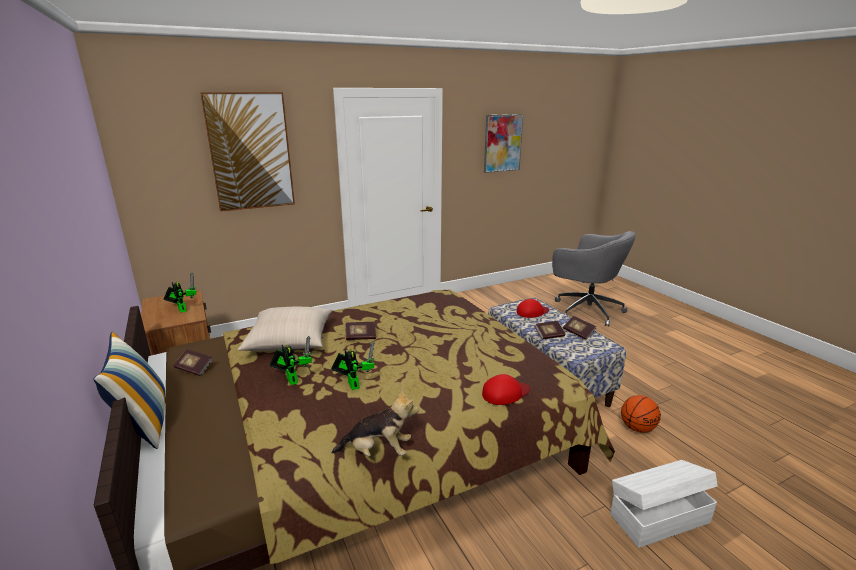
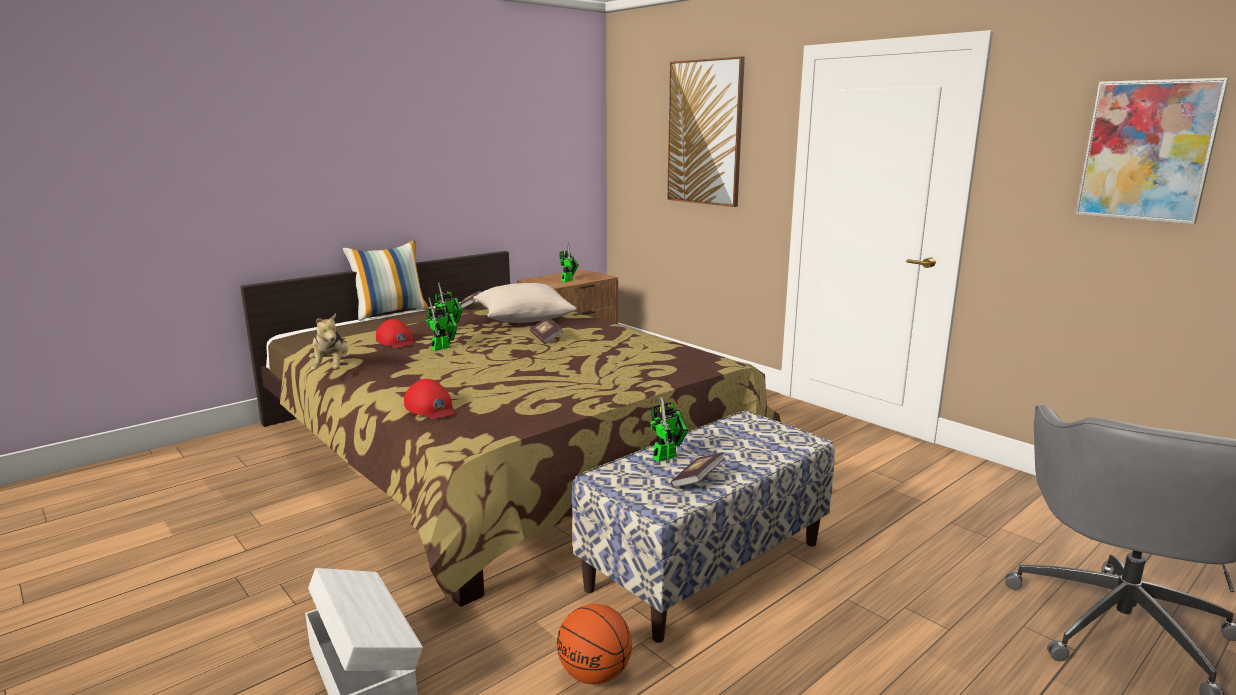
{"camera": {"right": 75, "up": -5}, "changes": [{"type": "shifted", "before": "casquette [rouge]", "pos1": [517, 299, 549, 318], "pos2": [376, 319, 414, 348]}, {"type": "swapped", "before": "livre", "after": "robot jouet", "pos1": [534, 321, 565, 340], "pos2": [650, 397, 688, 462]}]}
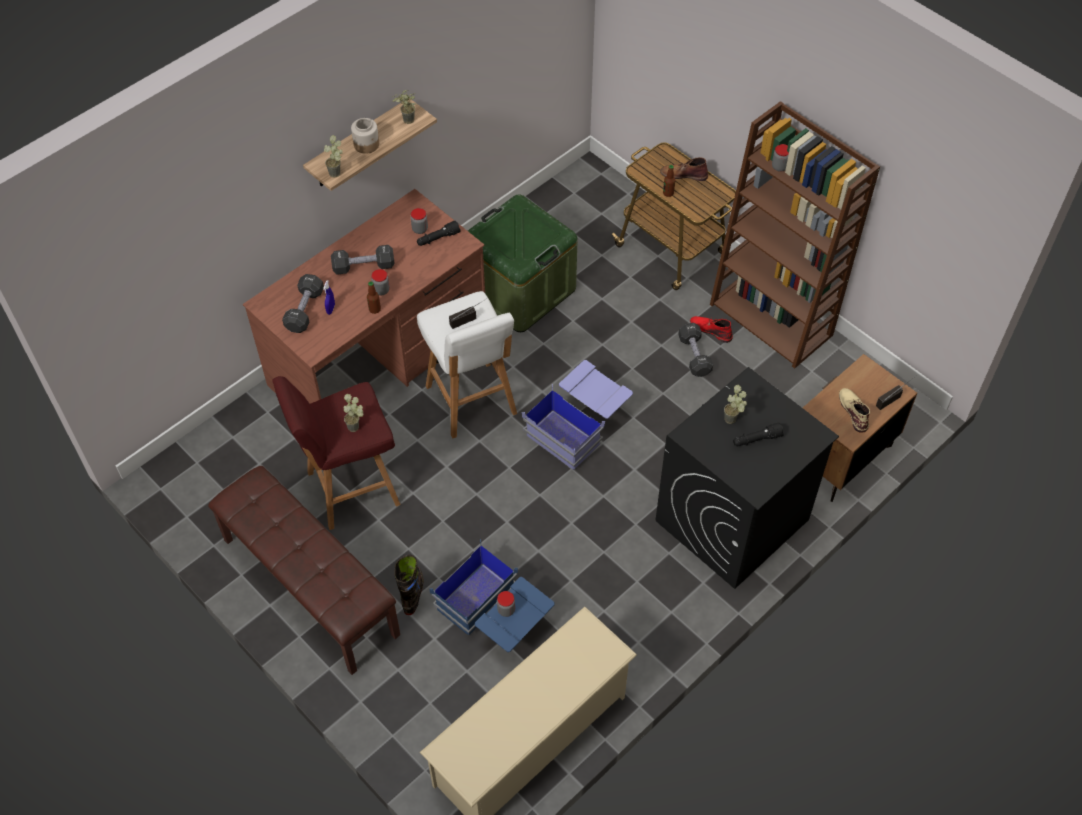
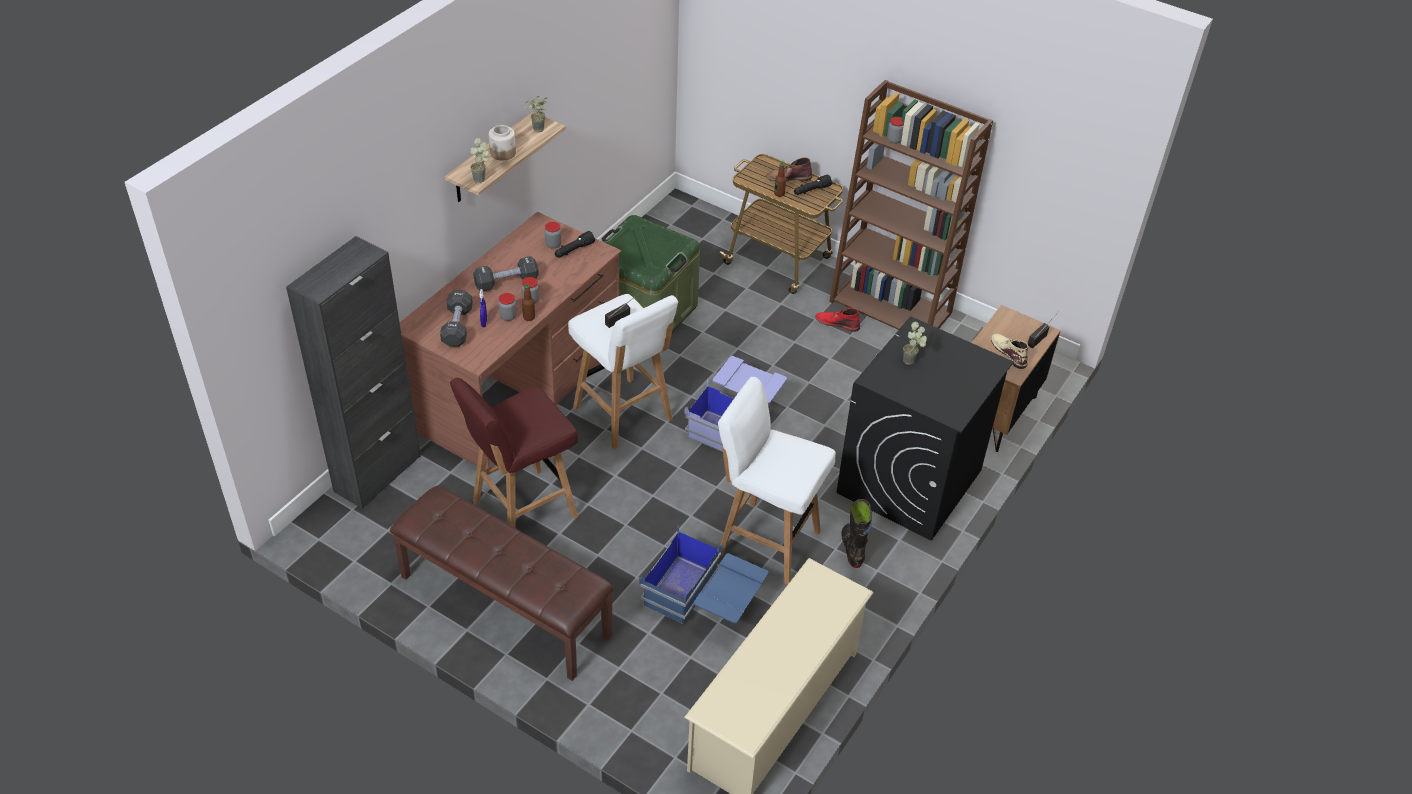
{"camera": {"right": -15, "up": -10}, "changes": [{"type": "gone", "before": "plante en pot", "pos1": [344, 394, 364, 432]}, {"type": "shifted", "before": "botte [noir]", "pos1": [394, 555, 424, 615], "pos2": [841, 499, 872, 568]}, {"type": "shifted", "before": "bocal", "pos1": [497, 591, 515, 617], "pos2": [498, 293, 517, 321]}, {"type": "gone", "before": "haltère [noir]", "pos1": [678, 323, 713, 377]}, {"type": "shifted", "before": "lampe de poche [noir]", "pos1": [733, 422, 784, 446], "pos2": [794, 175, 832, 195]}, {"type": "new", "after": "meuble de rangement [noir]", "pos2": [286, 236, 421, 509]}, {"type": "new", "after": "tabouret [blanc]", "pos2": [718, 377, 836, 585]}]}
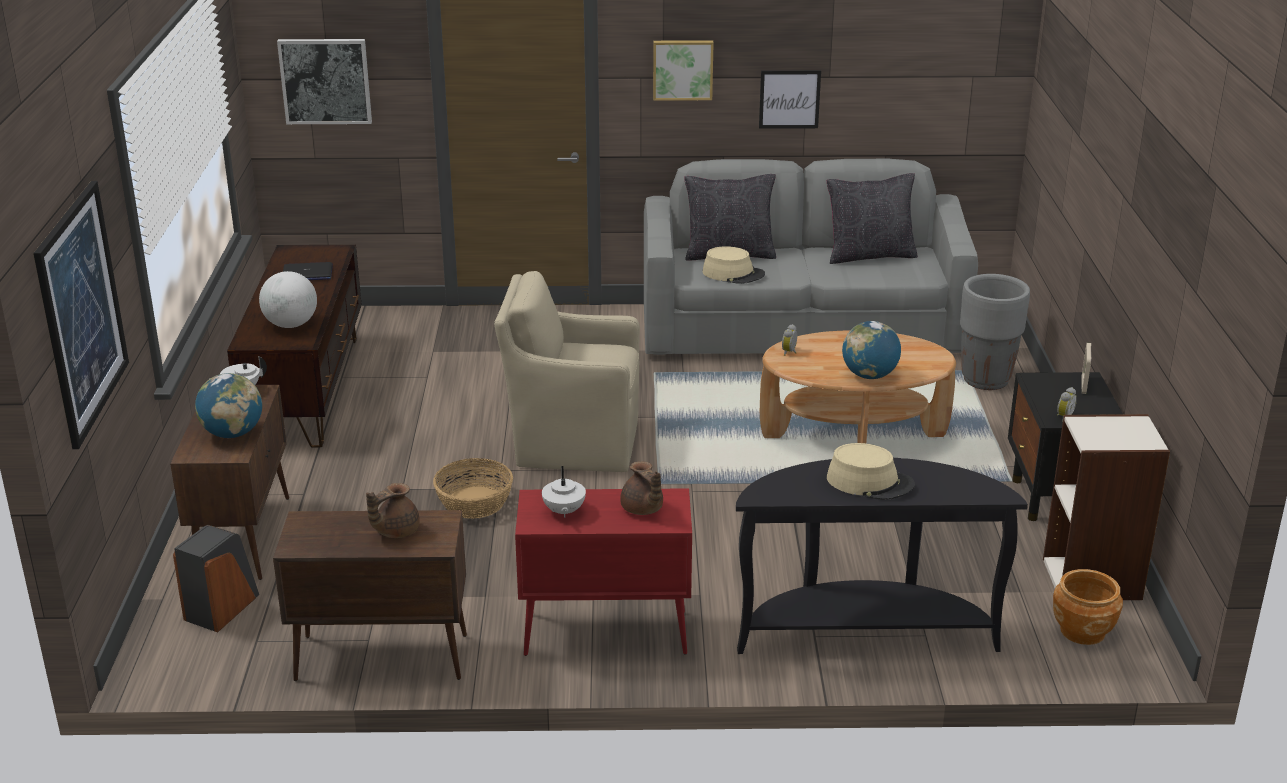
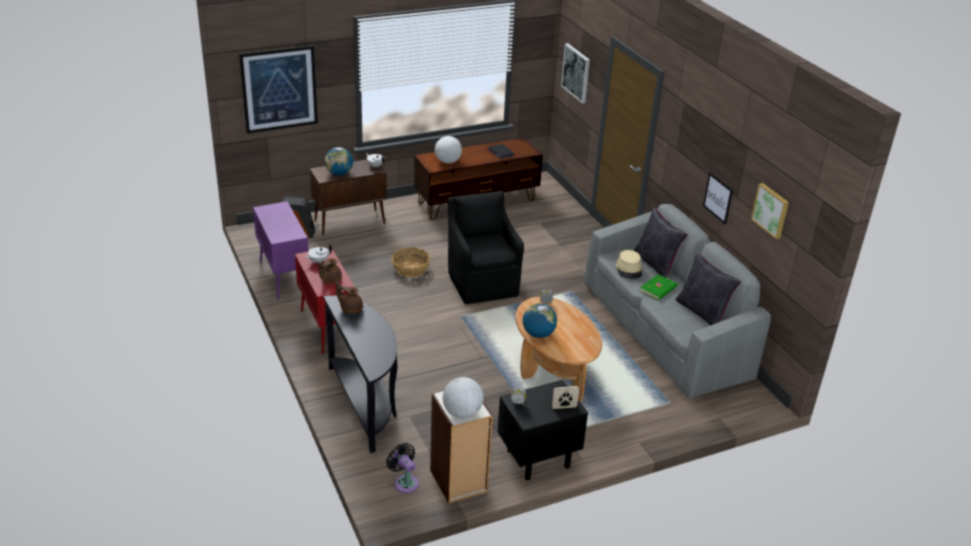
{"camera": {"right": 65, "up": 5}, "changes": [{"type": "repainted", "before": "meuble de rangement [marron]", "after": "meuble de rangement [violet]", "pos1": [273, 510, 467, 681], "pos2": [253, 201, 309, 299]}, {"type": "shifted", "before": "théière [marron]", "pos1": [366, 483, 420, 538], "pos2": [336, 281, 363, 314]}, {"type": "repainted", "before": "fauteuil [beige]", "after": "fauteuil [noir]", "pos1": [494, 271, 640, 472], "pos2": [447, 191, 524, 304]}, {"type": "shifted", "before": "tableau", "pos1": [653, 40, 714, 101], "pos2": [751, 183, 789, 239]}, {"type": "gone", "before": "chapeau [beige]", "pos1": [827, 443, 915, 500]}, {"type": "gone", "before": "cache-pot [gris]", "pos1": [960, 274, 1030, 390]}, {"type": "swapped", "before": "cache-pot [marron]", "after": "ventilateur [noir]", "pos1": [1053, 569, 1123, 645], "pos2": [386, 443, 419, 493]}, {"type": "new", "after": "globe", "pos2": [443, 377, 484, 418]}, {"type": "new", "after": "livre [vert]", "pos2": [640, 274, 678, 300]}]}
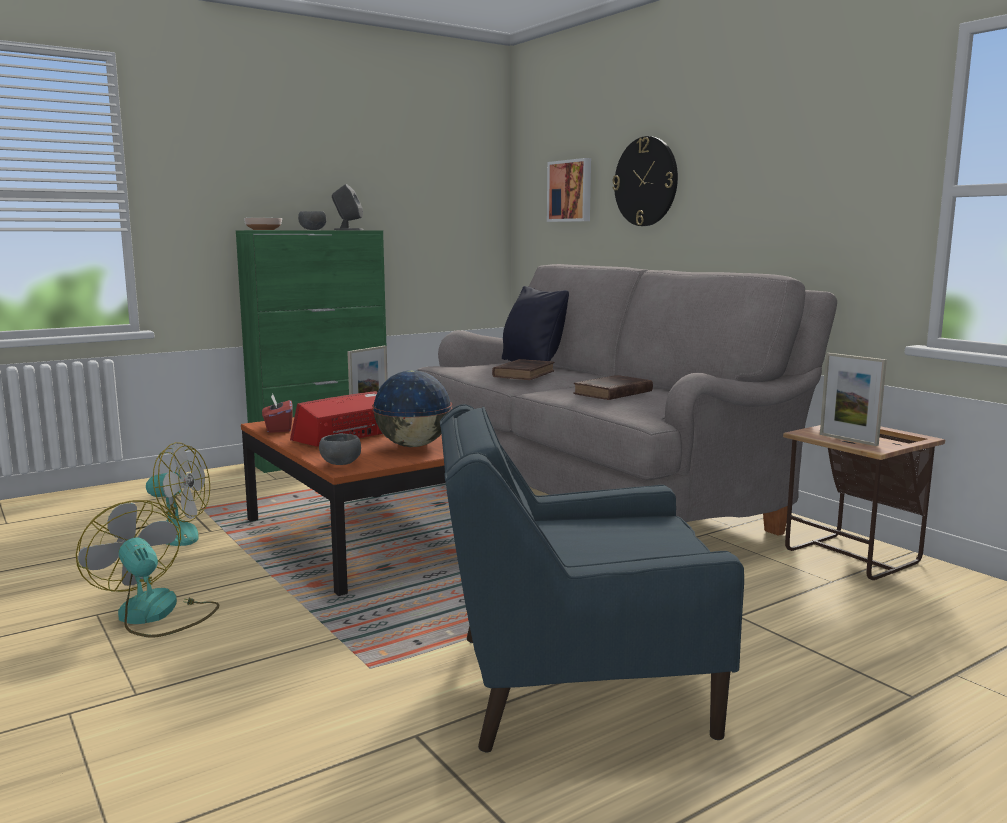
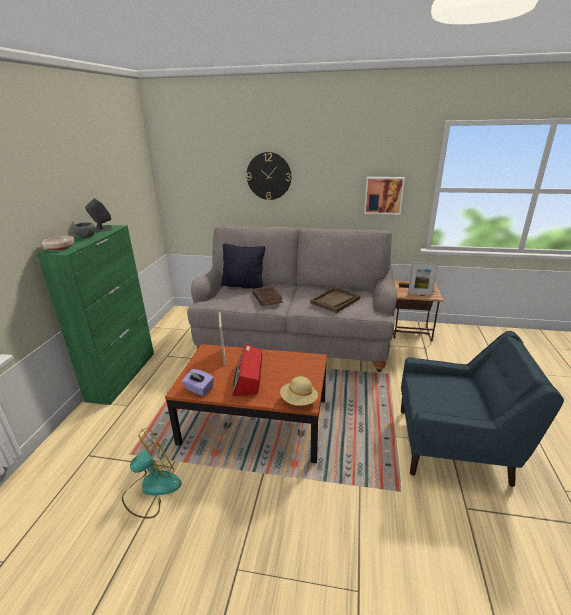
{"camera": {"right": -45, "up": 15}, "changes": [{"type": "gone", "before": "ventilateur", "pos1": [76, 500, 219, 638]}, {"type": "repainted", "before": "boîte à mouchoirs [rouge]", "after": "boîte à mouchoirs [violet]", "pos1": [262, 394, 293, 433], "pos2": [182, 369, 214, 396]}, {"type": "swapped", "before": "bol [gris]", "after": "chapeau [beige]", "pos1": [319, 434, 361, 465], "pos2": [280, 376, 318, 406]}, {"type": "gone", "before": "globe", "pos1": [372, 370, 452, 447]}, {"type": "rotated", "before": "fauteuil [bleu]", "pos1": [440, 404, 744, 752], "pos2": [401, 331, 564, 487], "turn": -120}, {"type": "shifted", "before": "tableau", "pos1": [547, 158, 591, 222], "pos2": [364, 177, 405, 215]}, {"type": "swapped", "before": "livre [marron]", "after": "plateau [marron]", "pos1": [573, 375, 653, 400], "pos2": [310, 287, 360, 313]}]}
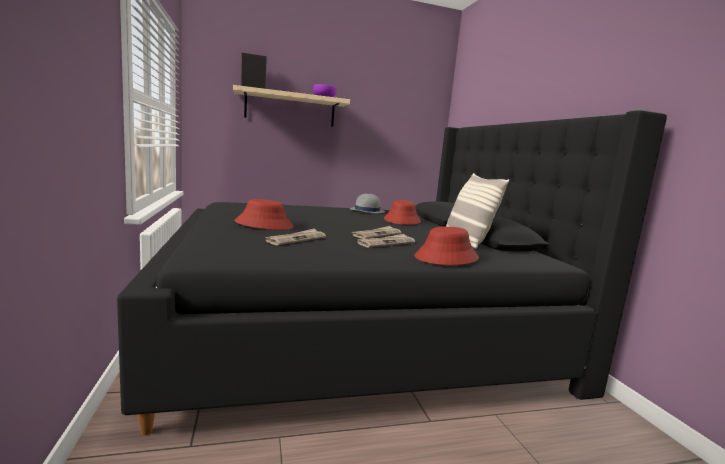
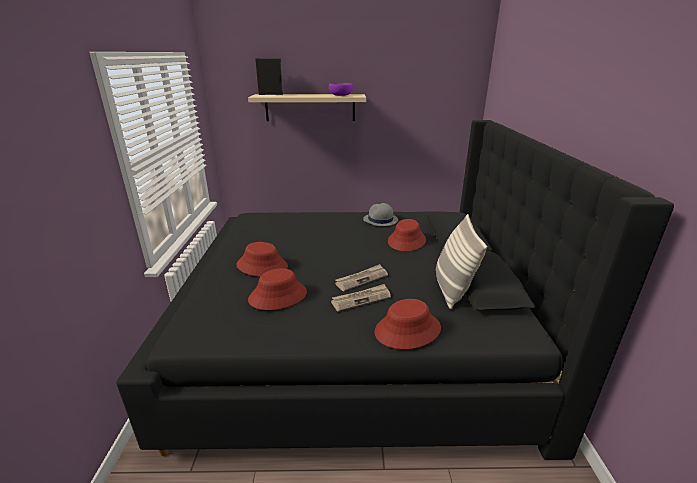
{"camera": {"right": 15, "up": 15}, "changes": [{"type": "swapped", "before": "journal", "after": "chapeau [rouge]", "pos1": [265, 228, 326, 245], "pos2": [248, 269, 307, 310]}]}
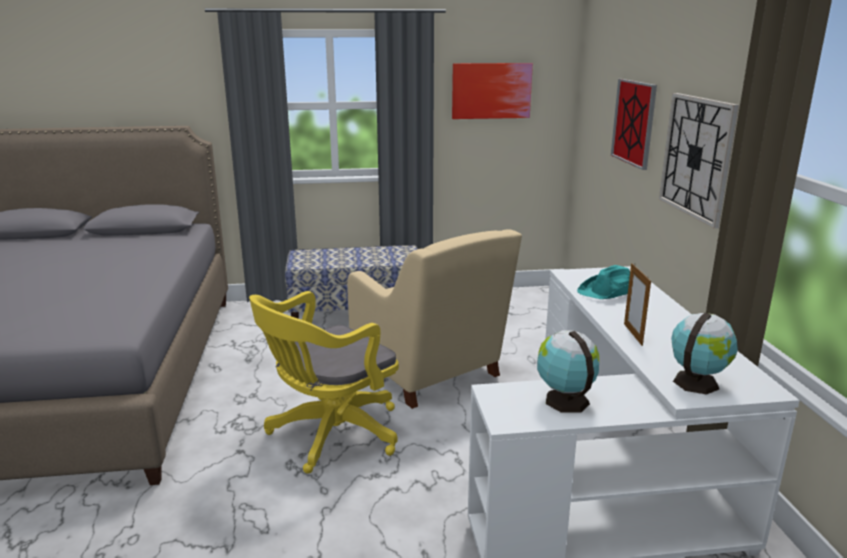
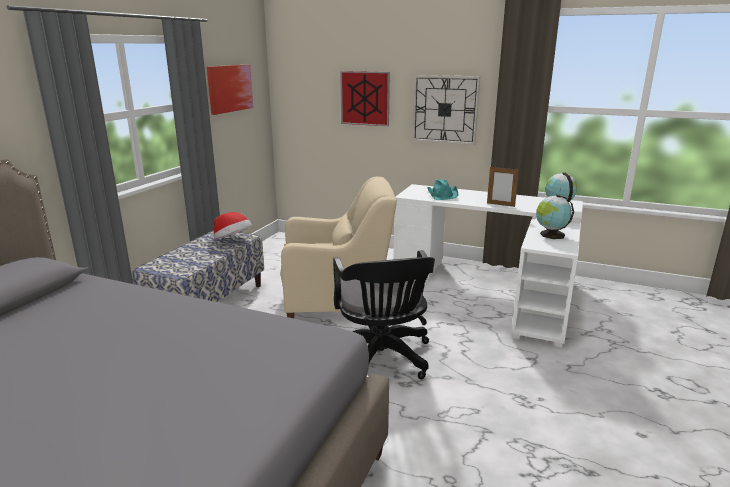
{"camera": {"right": -60, "up": 0}, "changes": [{"type": "repainted", "before": "chaise de bureau [jaune]", "after": "chaise de bureau [noir]", "pos1": [249, 291, 399, 474], "pos2": [333, 250, 435, 380]}, {"type": "new", "after": "chapeau", "pos2": [214, 212, 252, 240]}]}
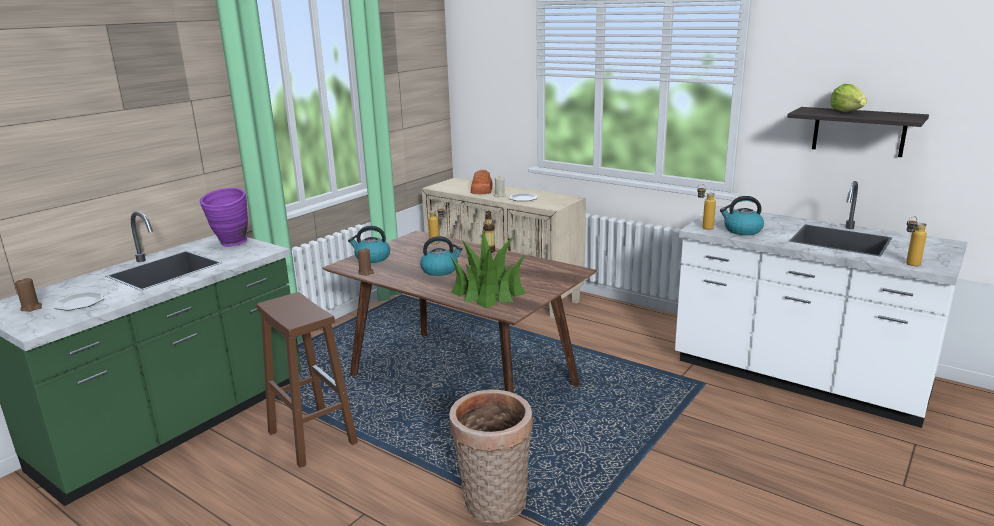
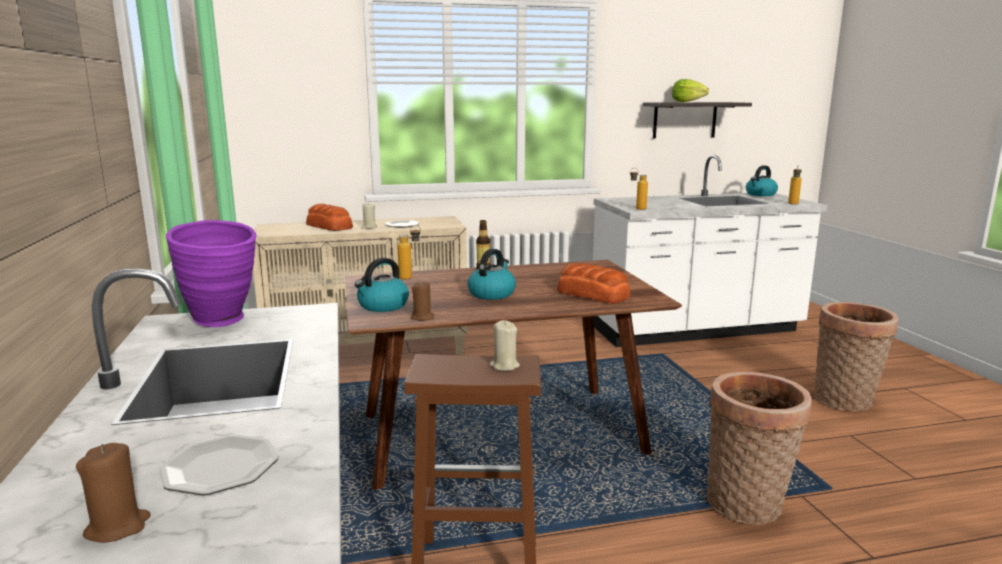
{"camera": {"right": -50, "up": -5}, "changes": [{"type": "swapped", "before": "plante en pot", "after": "pain", "pos1": [450, 231, 526, 308], "pos2": [557, 263, 630, 304]}, {"type": "shifted", "before": "bouilloire", "pos1": [720, 196, 764, 235], "pos2": [746, 165, 778, 196]}, {"type": "new", "after": "bougie [beige]", "pos2": [489, 320, 520, 371]}, {"type": "new", "after": "panier", "pos2": [814, 302, 899, 411]}]}
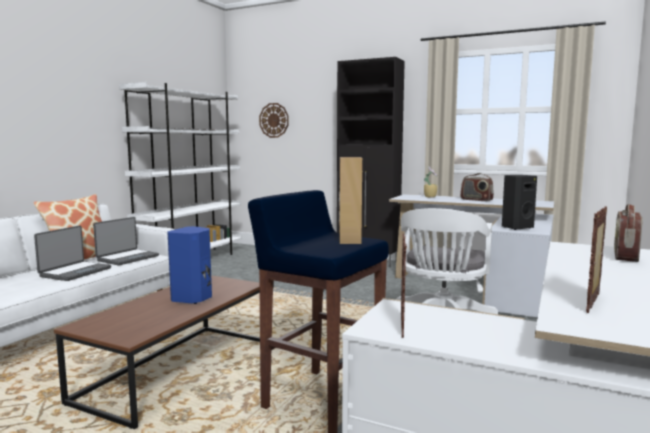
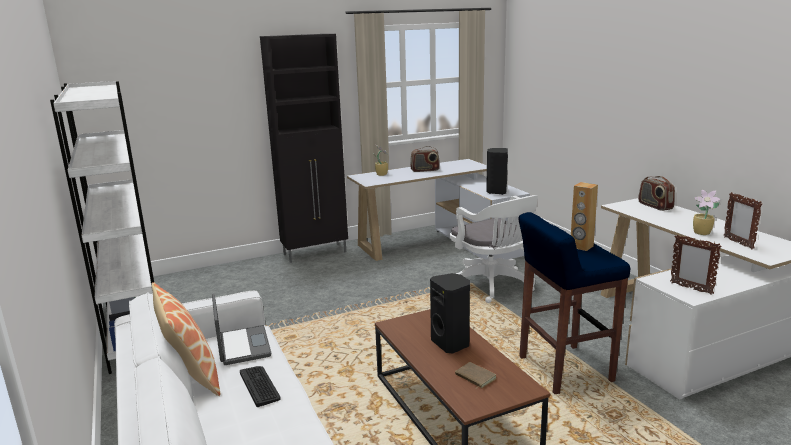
{"camera": {"right": -50, "up": 10}, "changes": [{"type": "swapped", "before": "ordinateur portable", "after": "clavier", "pos1": [34, 226, 111, 281], "pos2": [240, 366, 281, 407]}, {"type": "repainted", "before": "enceinte [bleu]", "after": "enceinte [noir]", "pos1": [167, 226, 212, 304], "pos2": [430, 273, 470, 353]}, {"type": "gone", "before": "horloge murale", "pos1": [259, 103, 289, 138]}, {"type": "new", "after": "livre [marron]", "pos2": [455, 362, 497, 388]}, {"type": "new", "after": "plante en pot", "pos2": [693, 189, 721, 235]}]}
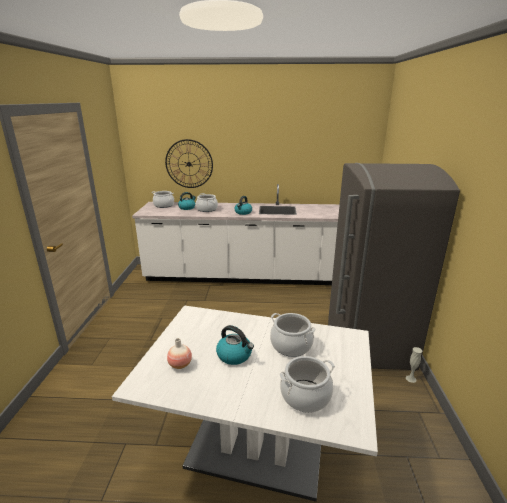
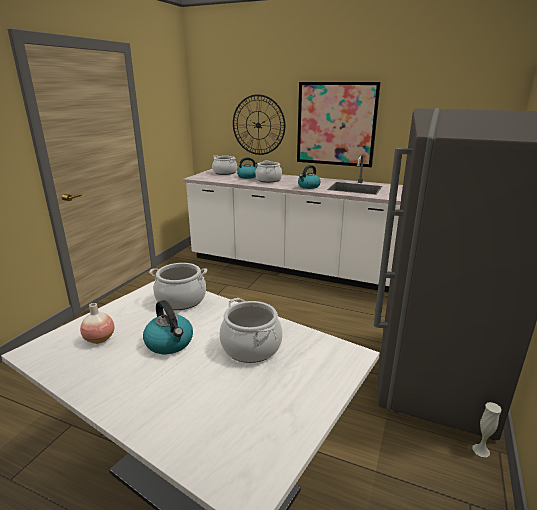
{"camera": {"right": 20, "up": 0}, "changes": [{"type": "shifted", "before": "marmite", "pos1": [280, 356, 335, 413], "pos2": [149, 263, 207, 310]}, {"type": "new", "after": "tableau", "pos2": [297, 82, 381, 167]}]}
